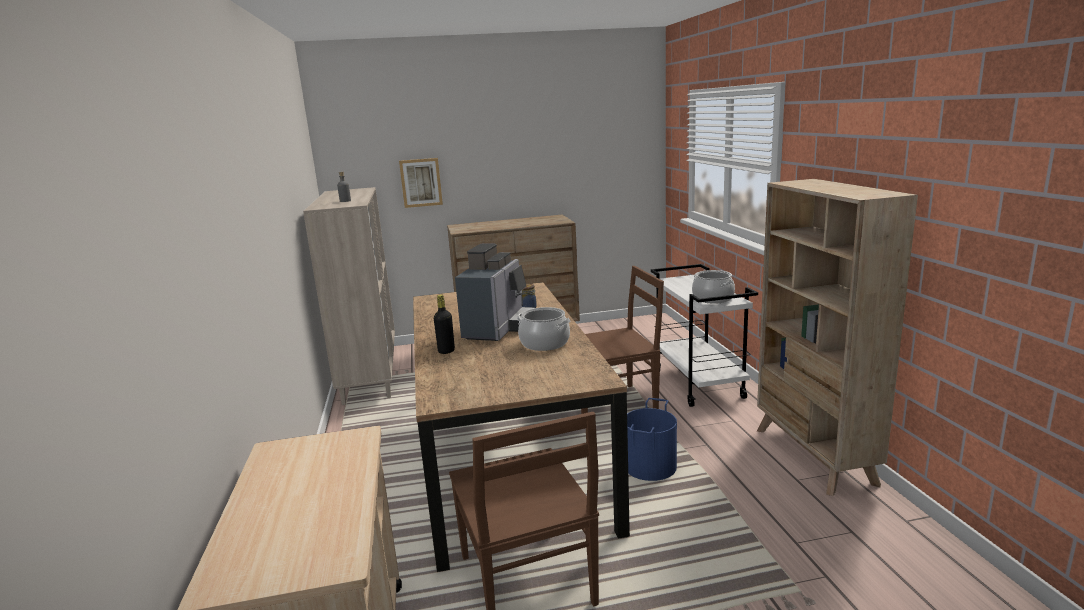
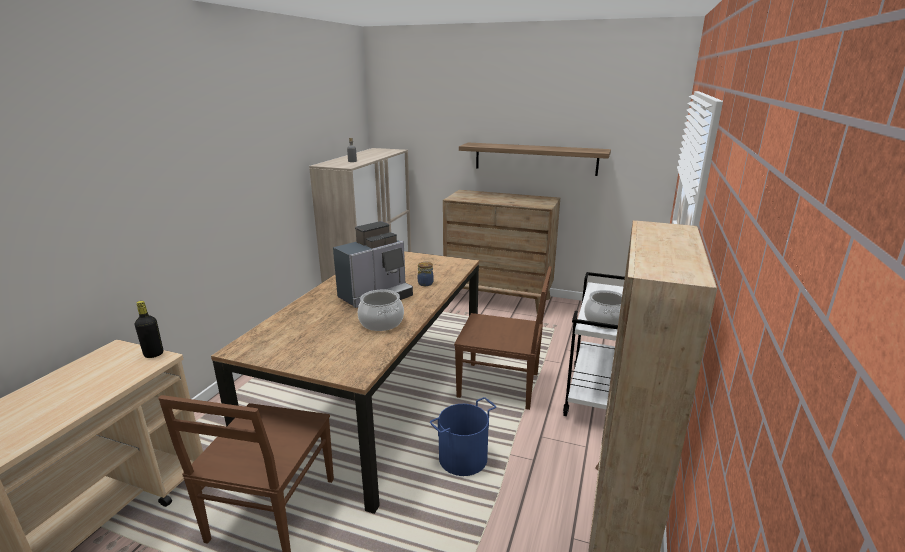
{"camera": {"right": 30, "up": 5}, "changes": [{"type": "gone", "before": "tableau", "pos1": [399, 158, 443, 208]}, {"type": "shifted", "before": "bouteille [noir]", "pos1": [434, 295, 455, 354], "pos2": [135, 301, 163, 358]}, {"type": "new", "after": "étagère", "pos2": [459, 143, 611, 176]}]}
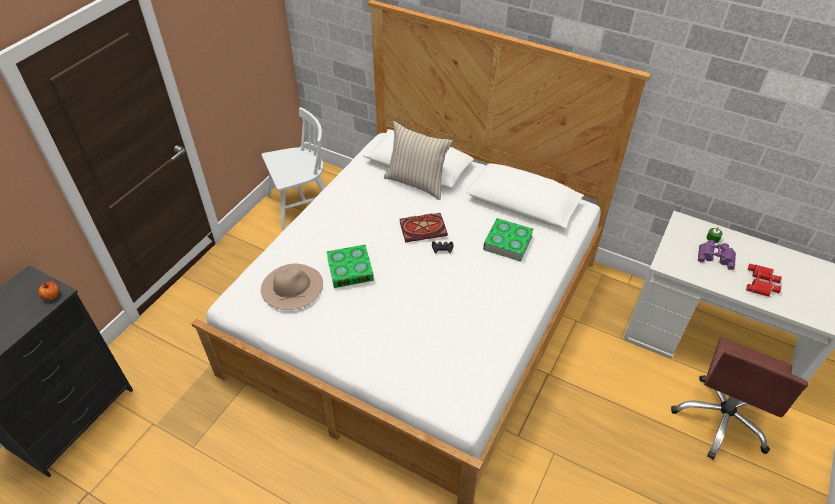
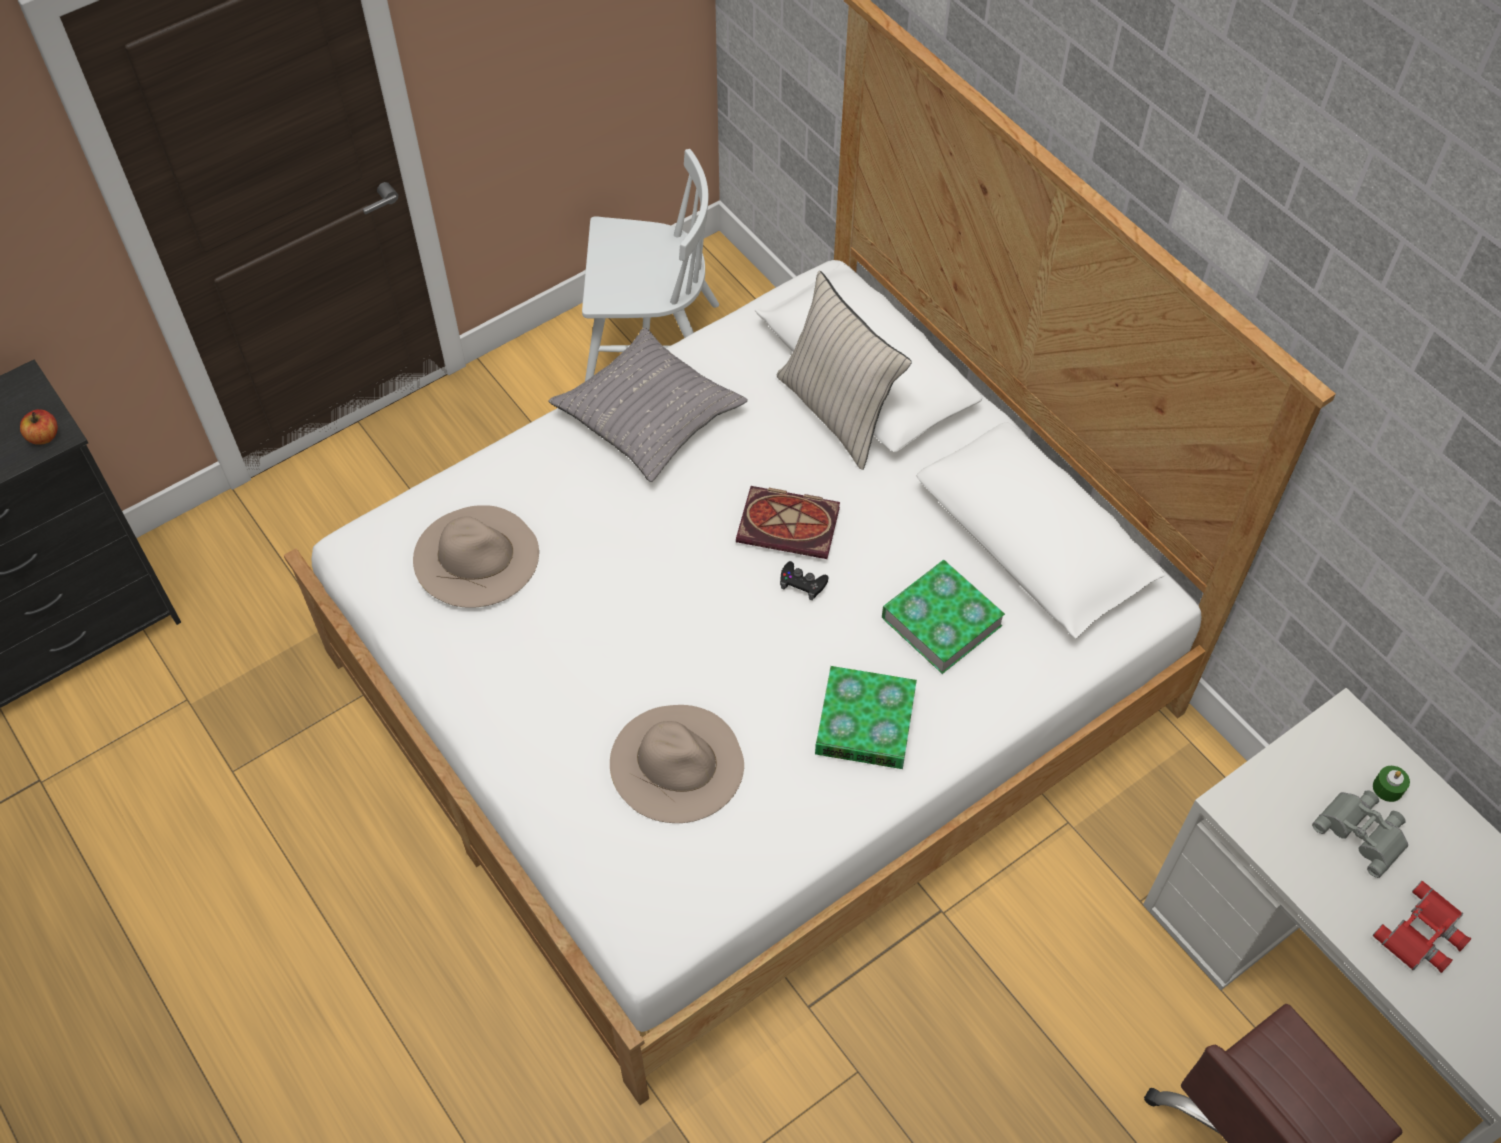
{"camera": {"right": 25, "up": 10}, "changes": [{"type": "shifted", "before": "livre", "pos1": [326, 245, 374, 288], "pos2": [815, 666, 917, 769]}, {"type": "repainted", "before": "jumelles [violet]", "after": "jumelles [gris]", "pos1": [698, 240, 736, 270], "pos2": [1312, 790, 1408, 878]}, {"type": "new", "after": "coussin [gris]", "pos2": [549, 327, 748, 482]}, {"type": "new", "after": "chapeau [beige]", "pos2": [610, 705, 744, 823]}]}
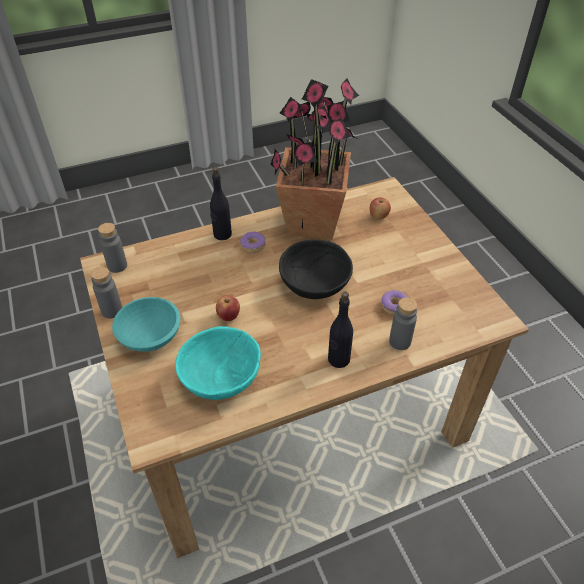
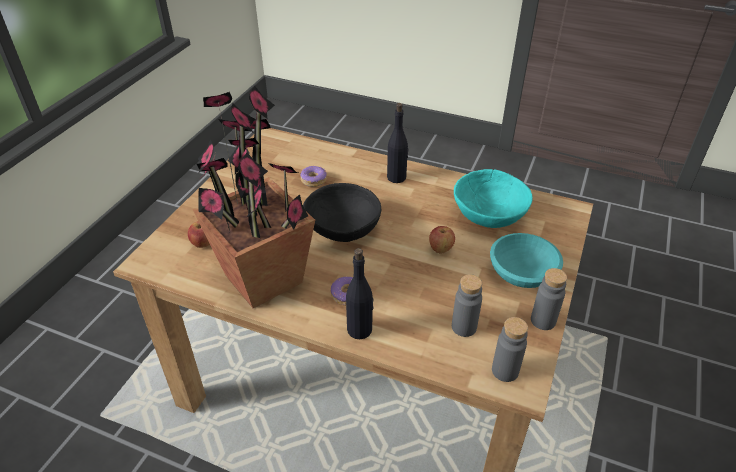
{"camera": {"right": -135, "up": -5}, "changes": [{"type": "shifted", "before": "bouteille [gris]", "pos1": [389, 297, 417, 350], "pos2": [452, 274, 482, 337]}]}
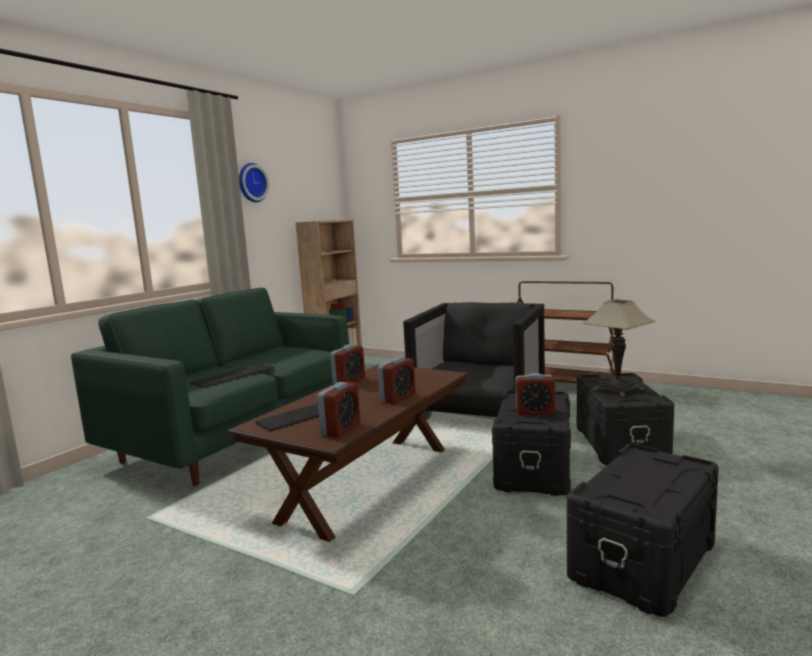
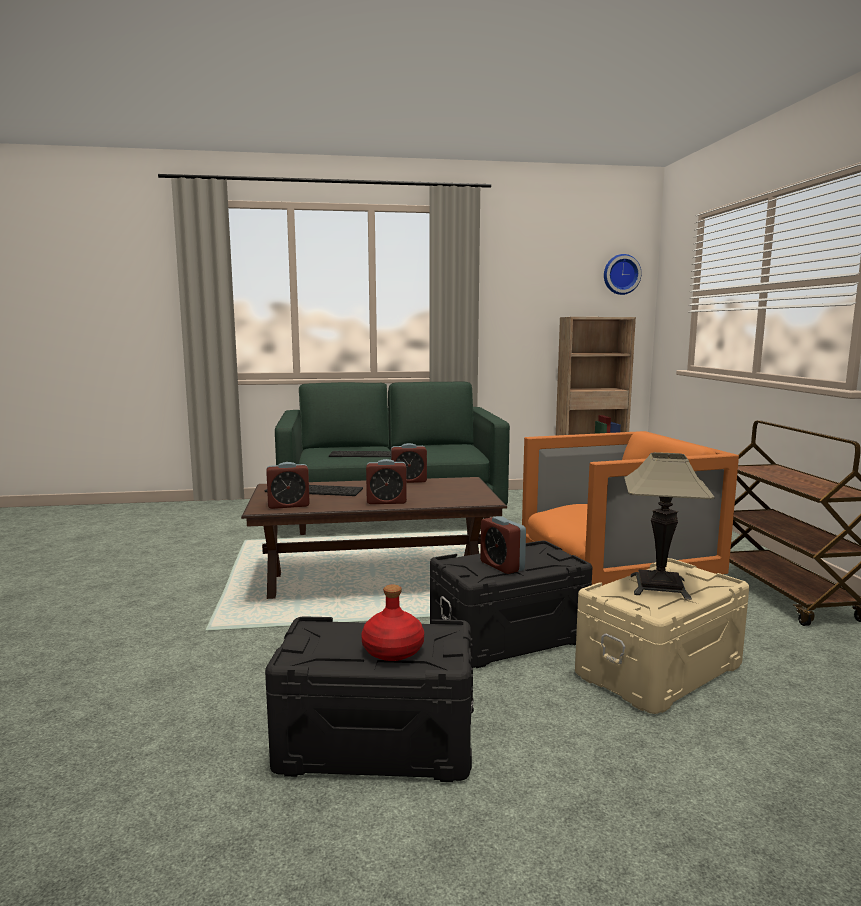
{"camera": {"right": 50, "up": 0}, "changes": [{"type": "shifted", "before": "horloge murale", "pos1": [239, 163, 269, 203], "pos2": [604, 254, 641, 295]}, {"type": "repainted", "before": "fauteuil [noir]", "after": "fauteuil [orange]", "pos1": [403, 302, 545, 420], "pos2": [522, 431, 739, 587]}, {"type": "repainted", "before": "boîte de rangement [noir]", "after": "boîte de rangement [beige]", "pos1": [577, 373, 674, 465], "pos2": [575, 558, 749, 714]}, {"type": "new", "after": "bouteille [rouge]", "pos2": [361, 584, 424, 661]}]}
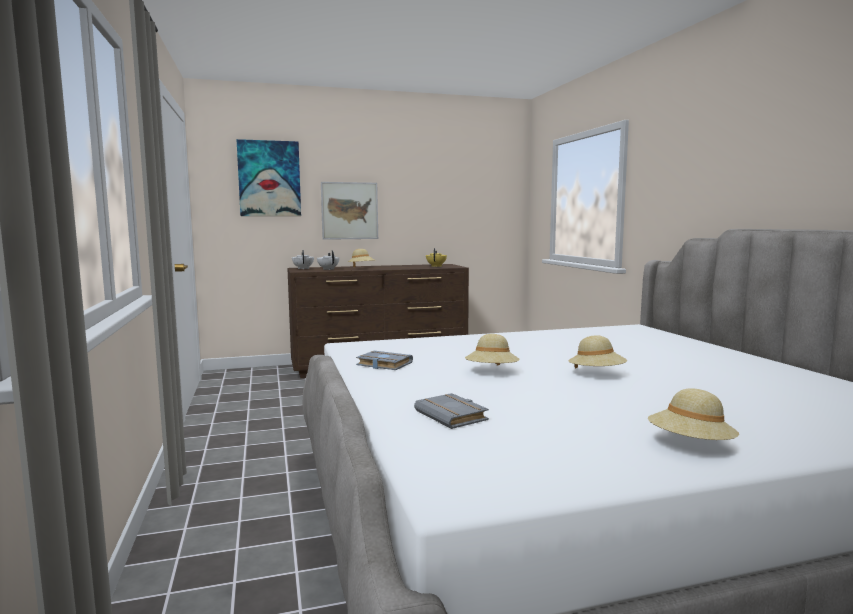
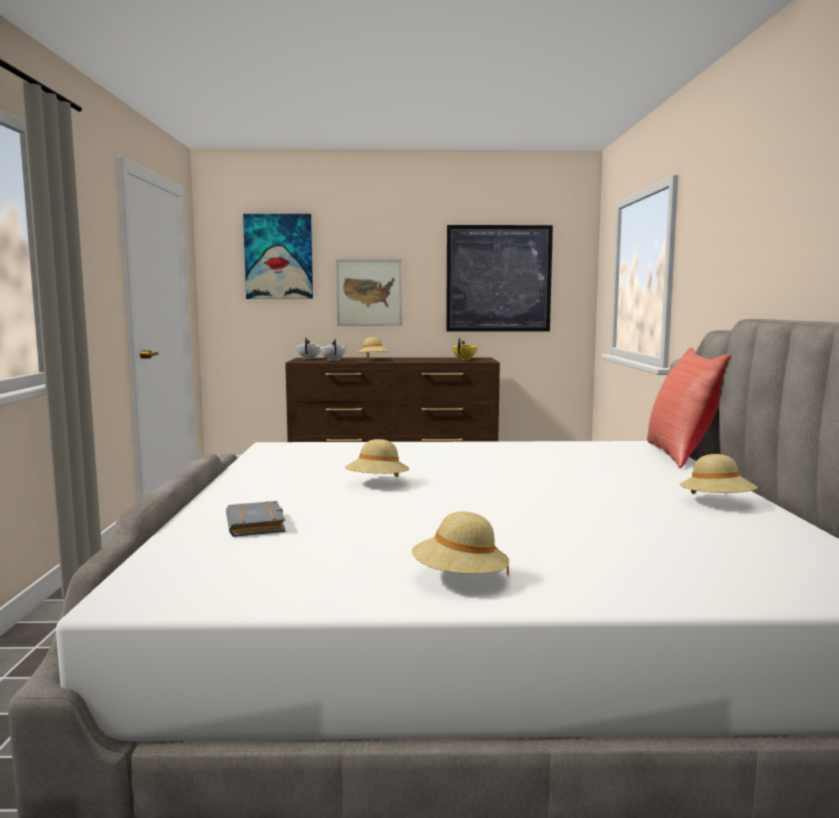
{"camera": {"right": 15, "up": 0}, "changes": [{"type": "gone", "before": "livre [gris]", "pos1": [356, 351, 413, 370]}, {"type": "shifted", "before": "chapeau [beige]", "pos1": [569, 335, 628, 369], "pos2": [679, 454, 758, 494]}, {"type": "new", "after": "tableau", "pos2": [446, 225, 553, 332]}, {"type": "new", "after": "coussin [rouge]", "pos2": [647, 348, 731, 468]}]}
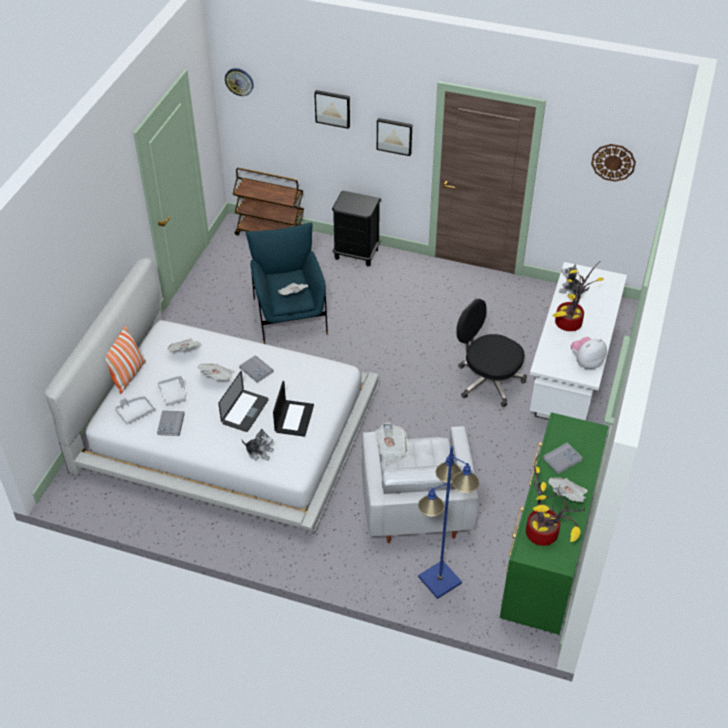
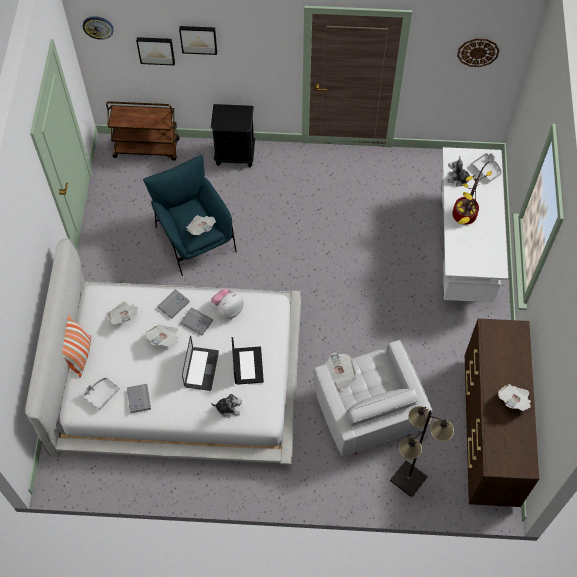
{"camera": {"right": -15, "up": 15}, "changes": [{"type": "shifted", "before": "plateau [gris]", "pos1": [157, 376, 186, 406], "pos2": [471, 153, 502, 182]}, {"type": "shifted", "before": "tableau", "pos1": [377, 118, 412, 156], "pos2": [136, 37, 175, 66]}, {"type": "repainted", "before": "lampadaire [bleu]", "after": "lampadaire [noir]", "pos1": [418, 446, 479, 599], "pos2": [390, 406, 454, 498]}, {"type": "gone", "before": "chaise de bureau [noir]", "pos1": [456, 299, 527, 407]}, {"type": "repainted", "before": "commode [vert]", "after": "commode [marron]", "pos1": [500, 412, 609, 635], "pos2": [465, 318, 539, 507]}, {"type": "gone", "before": "plante en pot", "pos1": [526, 455, 585, 546]}, {"type": "shifted", "before": "livre [gris]", "pos1": [543, 443, 583, 474], "pos2": [158, 289, 190, 319]}, {"type": "shifted", "before": "peluche", "pos1": [571, 337, 607, 369], "pos2": [211, 288, 244, 319]}]}
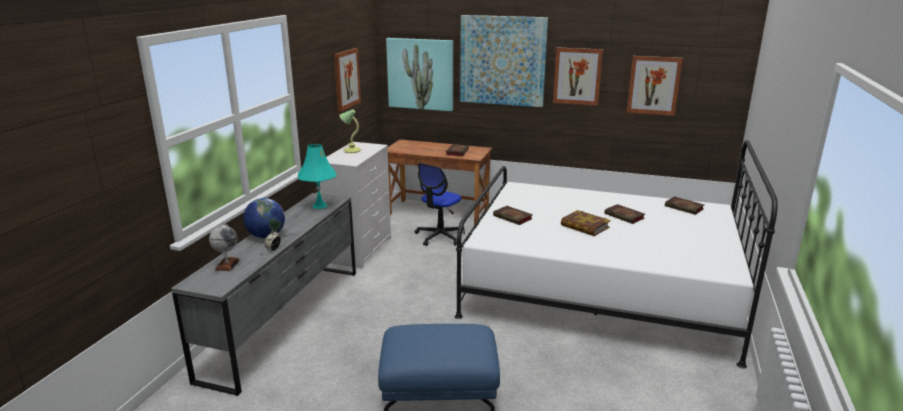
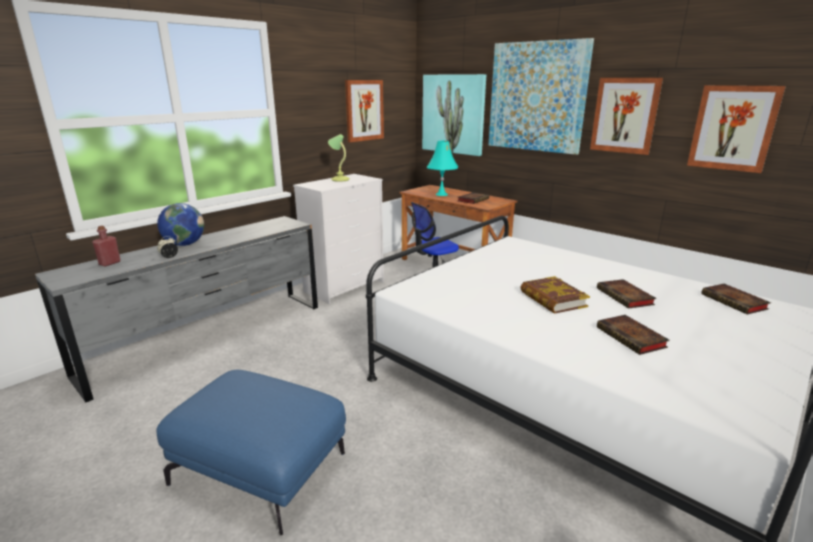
{"camera": {"right": 25, "up": 0}, "changes": [{"type": "swapped", "before": "globe", "after": "bouteille [rouge]", "pos1": [209, 223, 240, 271], "pos2": [92, 226, 121, 266]}, {"type": "shifted", "before": "lampe de table [turquoise]", "pos1": [298, 144, 337, 209], "pos2": [427, 141, 458, 196]}, {"type": "shifted", "before": "livre", "pos1": [493, 206, 533, 225], "pos2": [597, 315, 670, 355]}]}
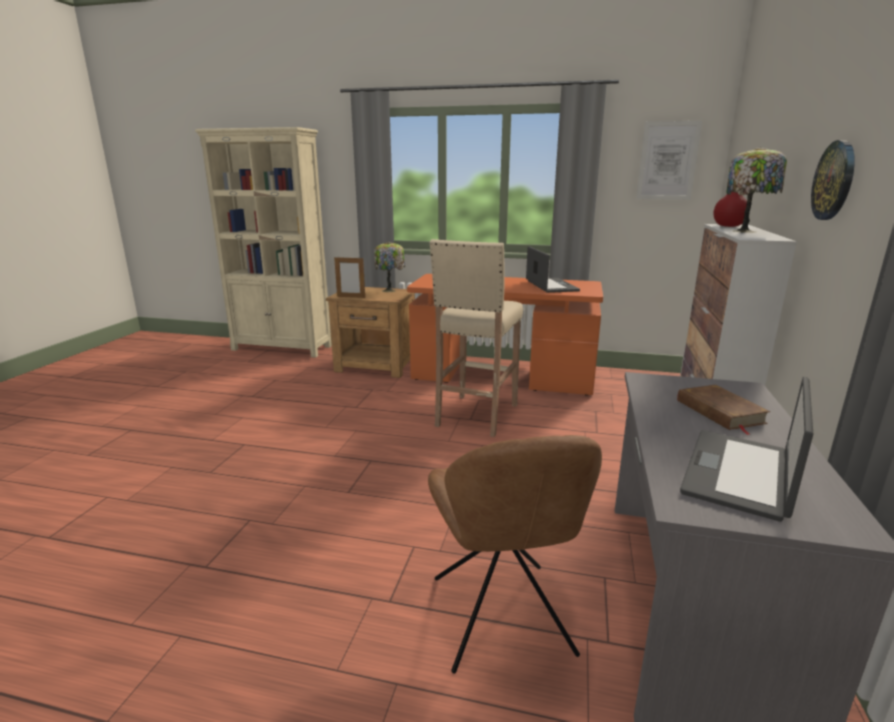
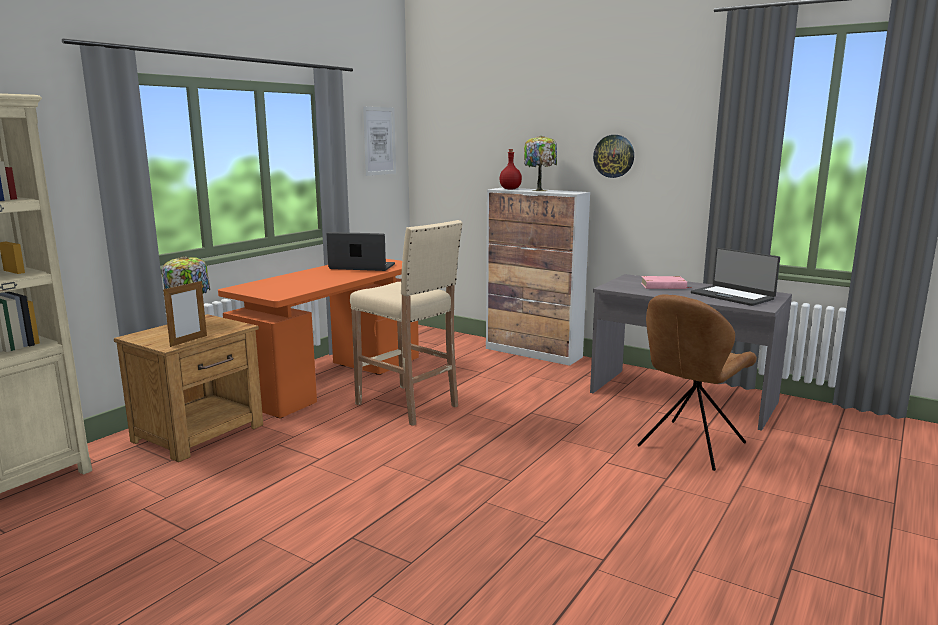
{"camera": {"right": -70, "up": -5}, "changes": [{"type": "rotated", "before": "chaise [marron]", "pos1": [428, 435, 602, 674], "pos2": [637, 294, 757, 471], "turn": 120}, {"type": "repainted", "before": "livre [marron]", "after": "livre [rose]", "pos1": [677, 385, 771, 435], "pos2": [641, 276, 690, 289]}]}
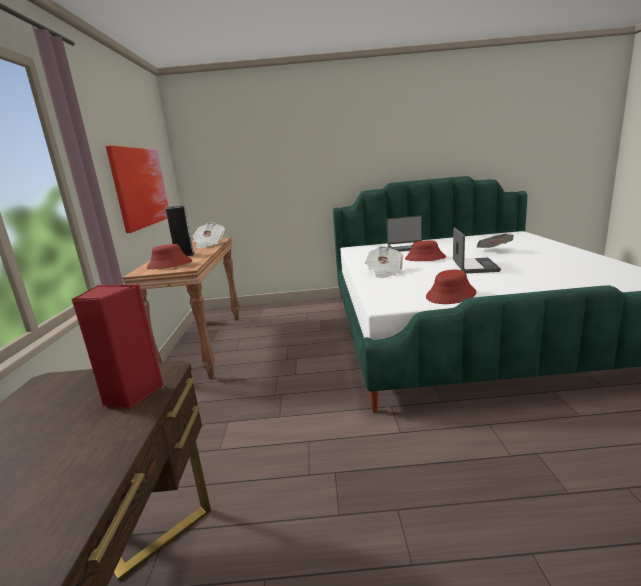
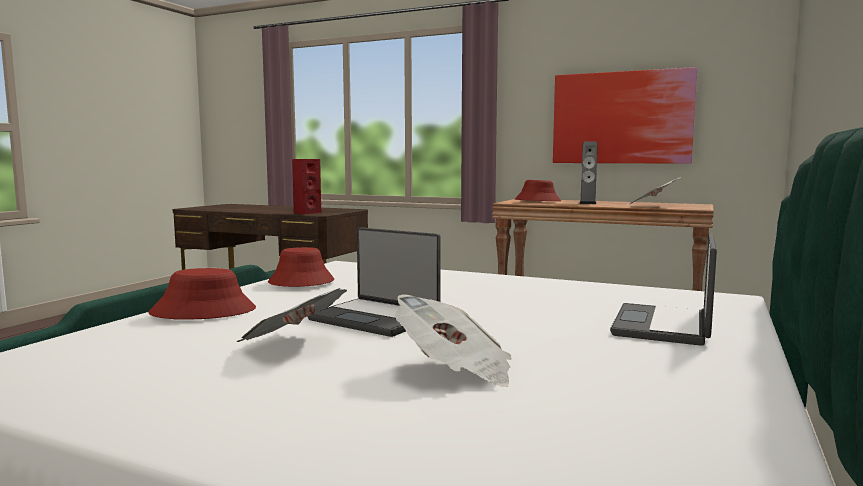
{"camera": {"right": 115, "up": -10}, "changes": [{"type": "shifted", "before": "journal", "pos1": [365, 246, 403, 278], "pos2": [236, 288, 347, 342]}, {"type": "shifted", "before": "chapeau [rouge]", "pos1": [405, 240, 446, 261], "pos2": [148, 268, 256, 319]}]}
